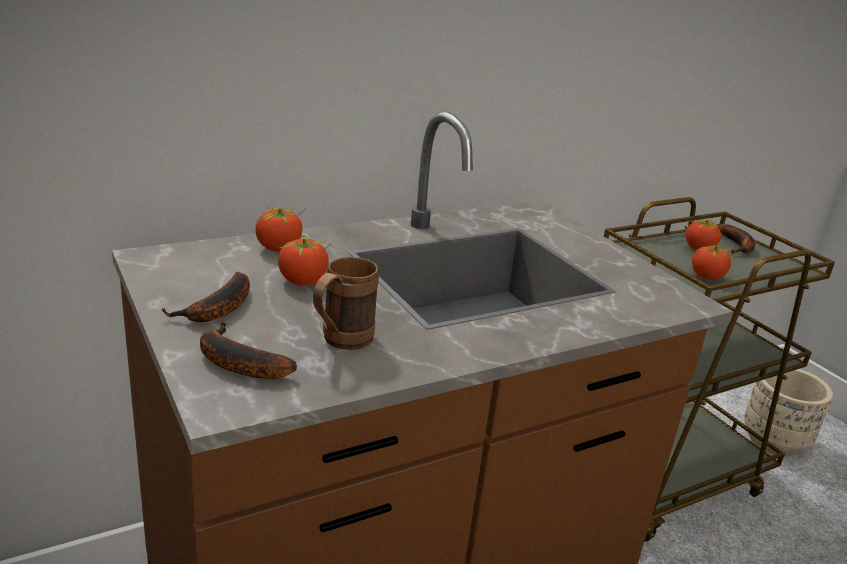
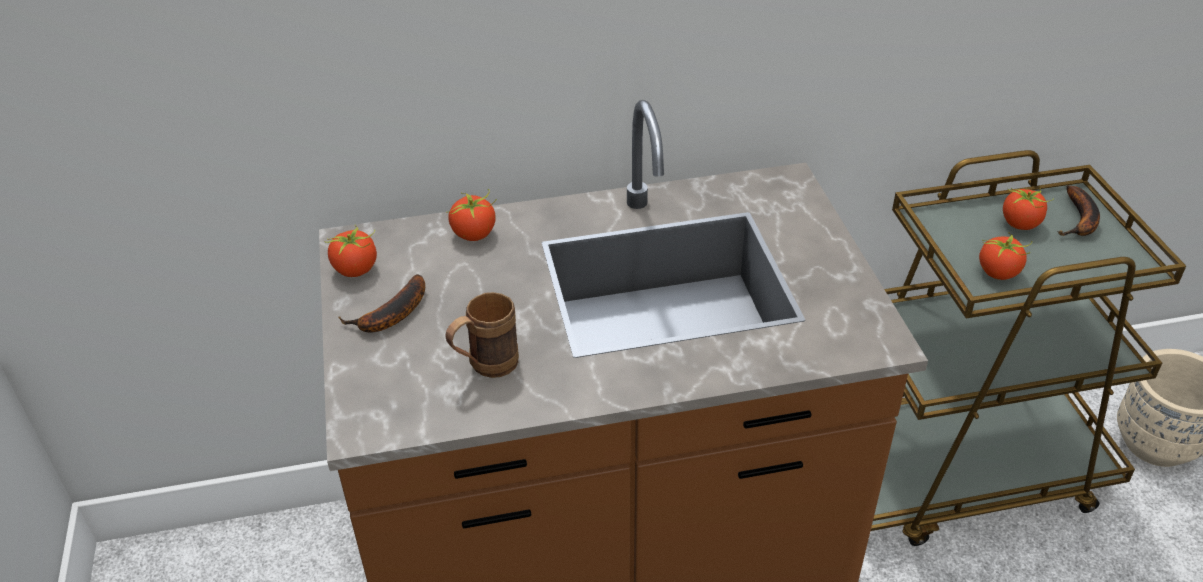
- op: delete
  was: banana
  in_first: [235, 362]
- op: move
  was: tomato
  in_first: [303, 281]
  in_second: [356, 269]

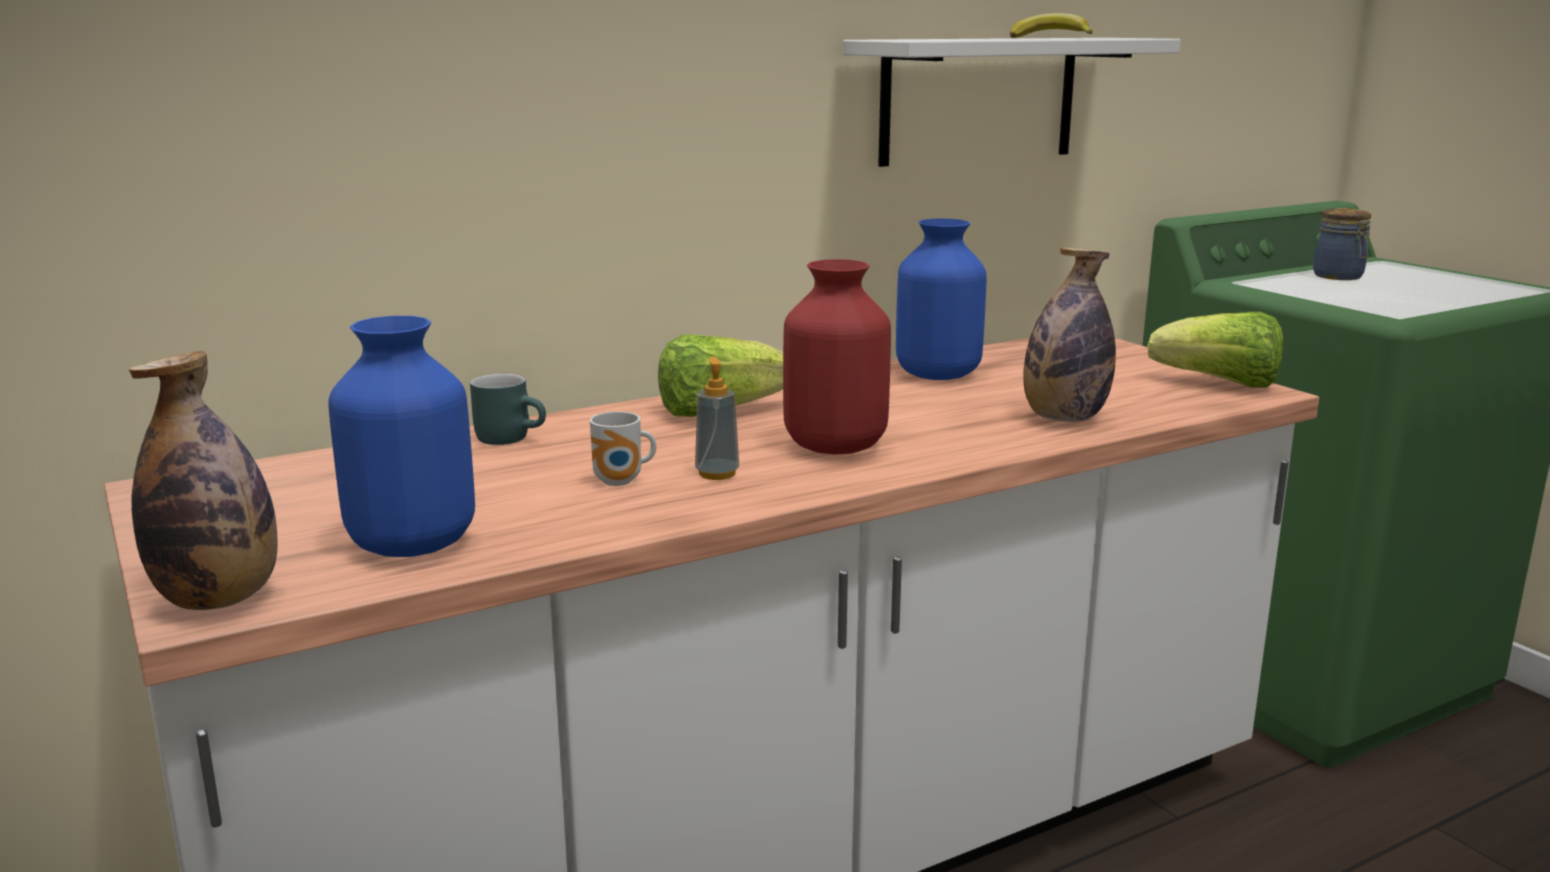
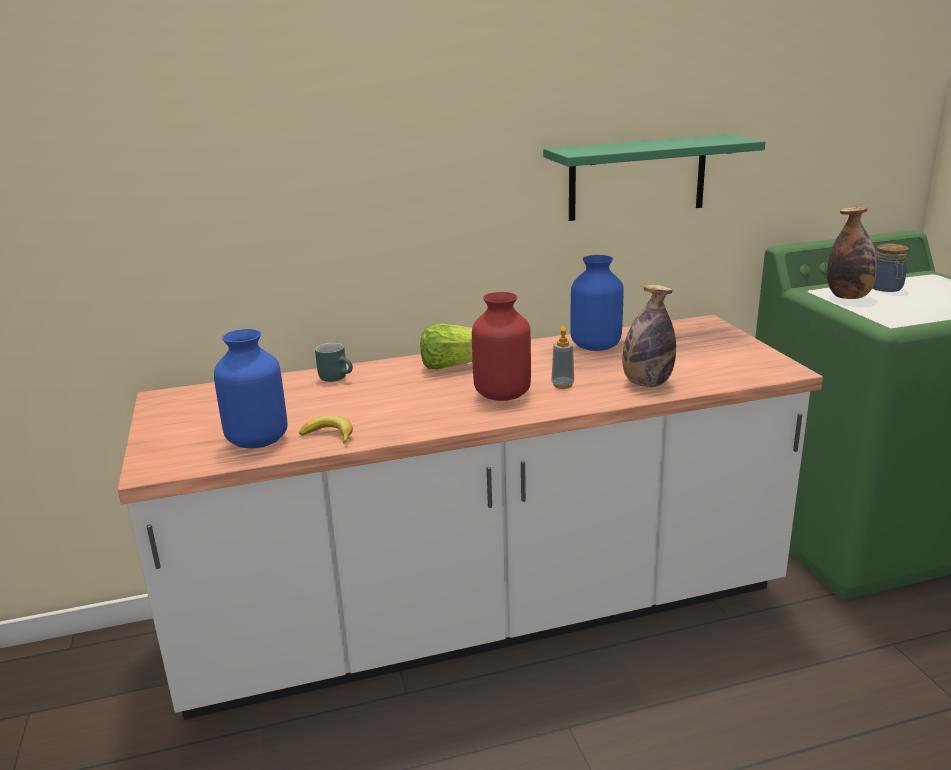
- op: move
  was: bottle
  in_first: [219, 599]
  in_second: [848, 297]
- op: delete
  was: mug
  in_first: [621, 482]
- op: move
  was: soap dispenser
  in_first: [717, 473]
  in_second: [562, 385]
- op: recolor
  was: white shelf
  now: green shelf
  in_first: [979, 100]
  in_second: [637, 178]
- op: move
  was: banana
  in_first: [1050, 37]
  in_second: [330, 435]
- op: delete
  was: lettuce
  in_first: [1219, 384]

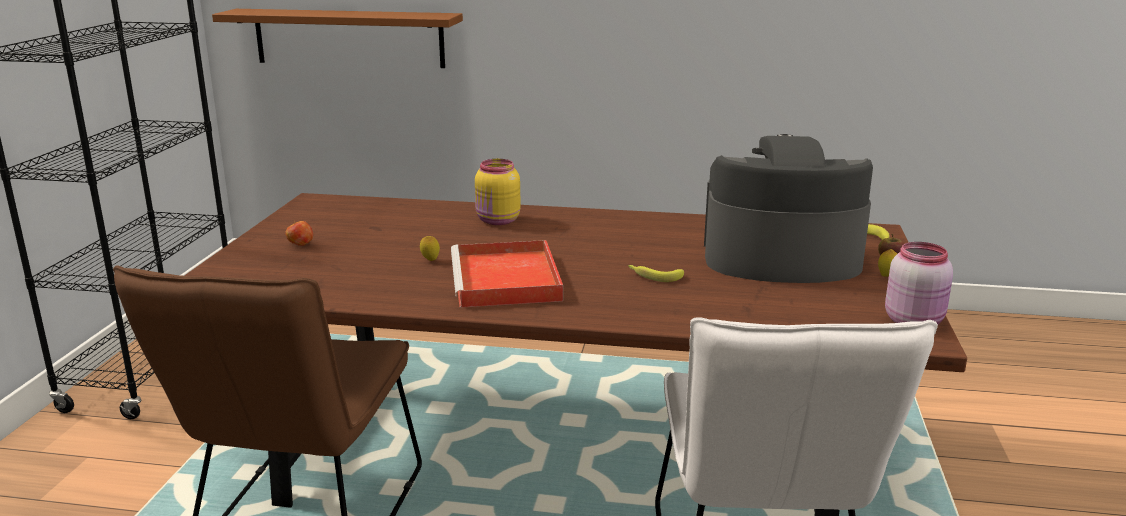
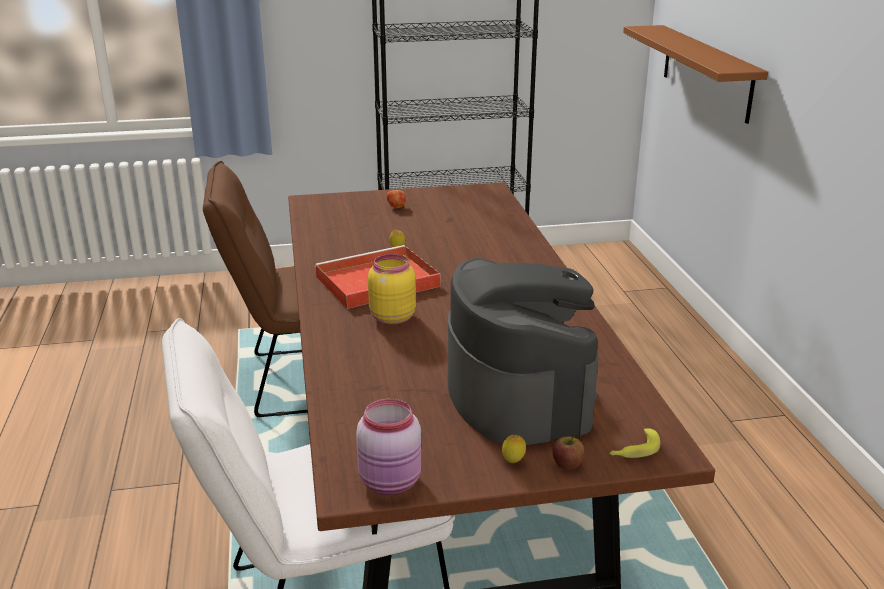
- op: move
  was: yellow jar
  in_first: [498, 221]
  in_second: [391, 317]
- op: delete
  was: banana
  in_first: [654, 276]

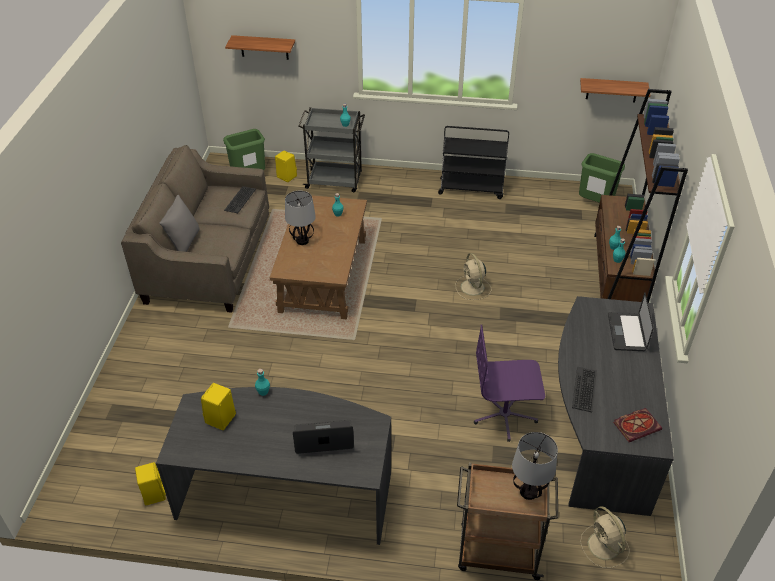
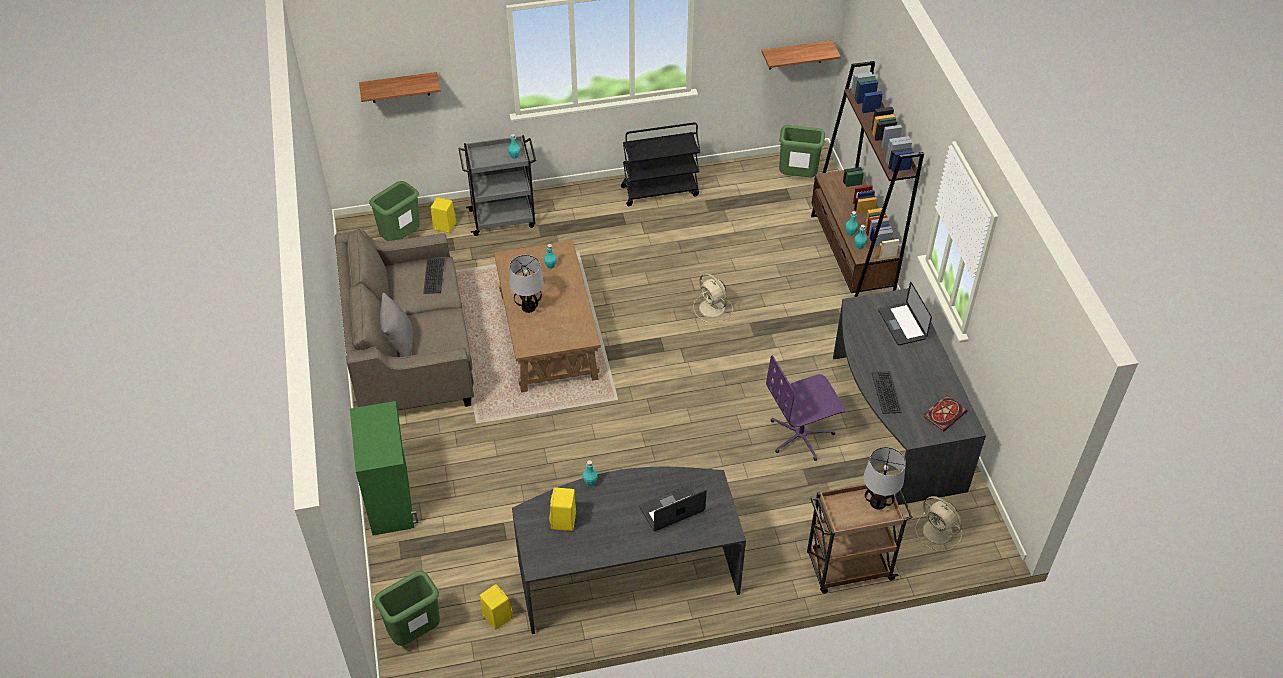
- op: insert
  now: green cabinet
  in_second: [391, 499]
- op: insert
  now: green trash can
  in_second: [415, 632]

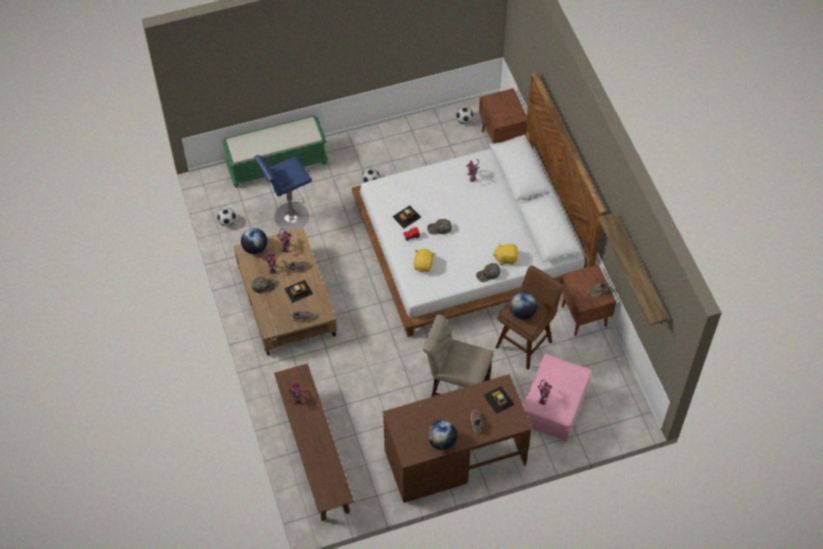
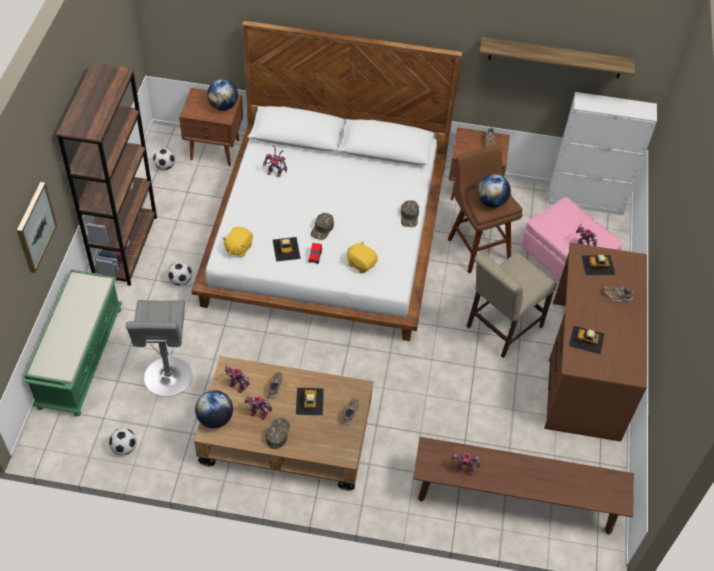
- op: recolor
  was: blue stool
  now: grey stool
  in_first: [289, 217]
  in_second: [168, 380]
- op: move
  was: globe
  in_first: [442, 441]
  in_second: [223, 106]
- op: move
  was: yellow plush toy
  in_first: [506, 258]
  in_second: [238, 248]
- op: insert
  now: picture
  in_second: [35, 227]
- op: insert
  now: brown bookcase
  in_second: [126, 247]
- op: insert
  now: white cabinet
  in_second: [586, 201]
- op: insert
  now: toy car
  in_second: [587, 340]

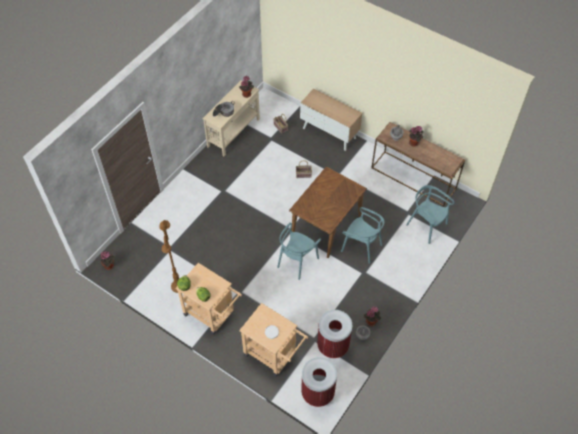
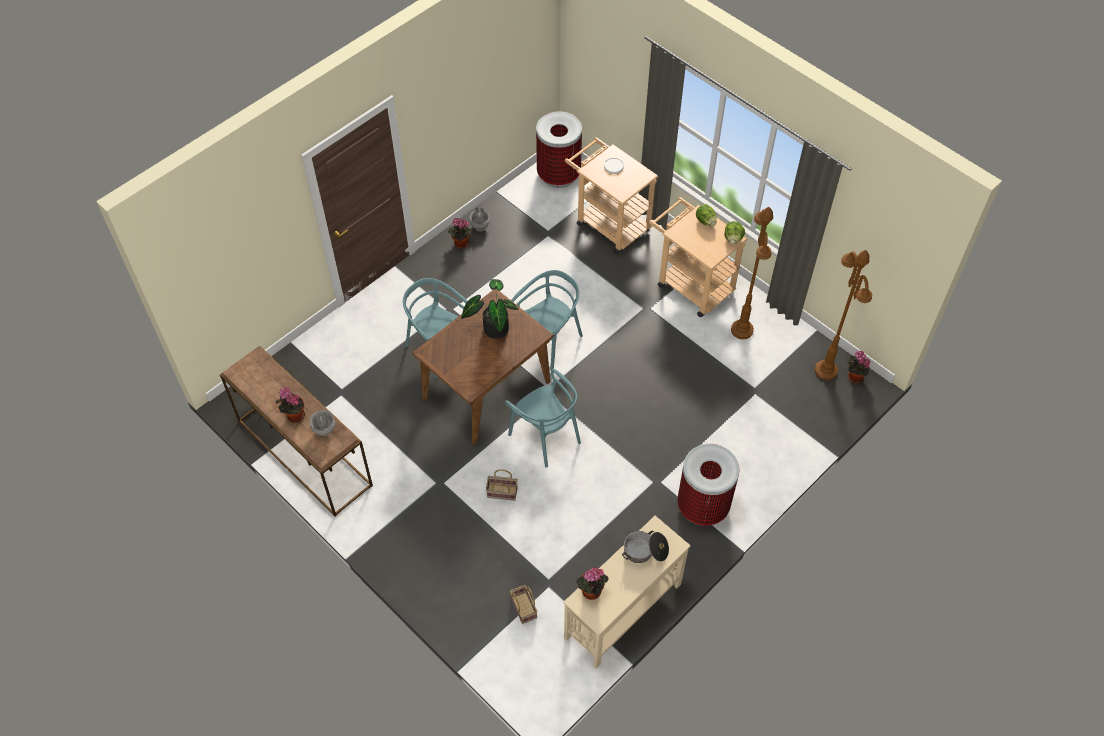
- op: delete
  was: cabinet
  in_first: [329, 133]
- op: move
  was: trash can
  in_first: [333, 345]
  in_second: [702, 506]
- op: move
  was: turquoise chair
  in_first: [426, 225]
  in_second: [545, 436]
- op: insert
  now: potted plant
  in_second: [493, 327]
- op: insert
  now: brown floor lamp
  in_second: [826, 371]

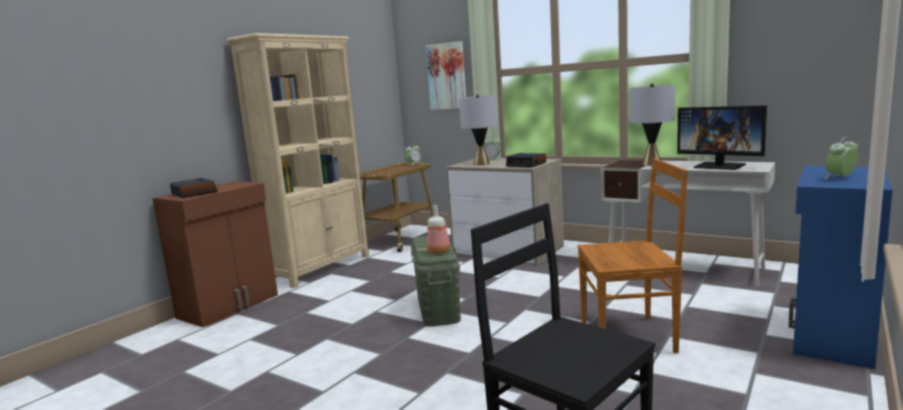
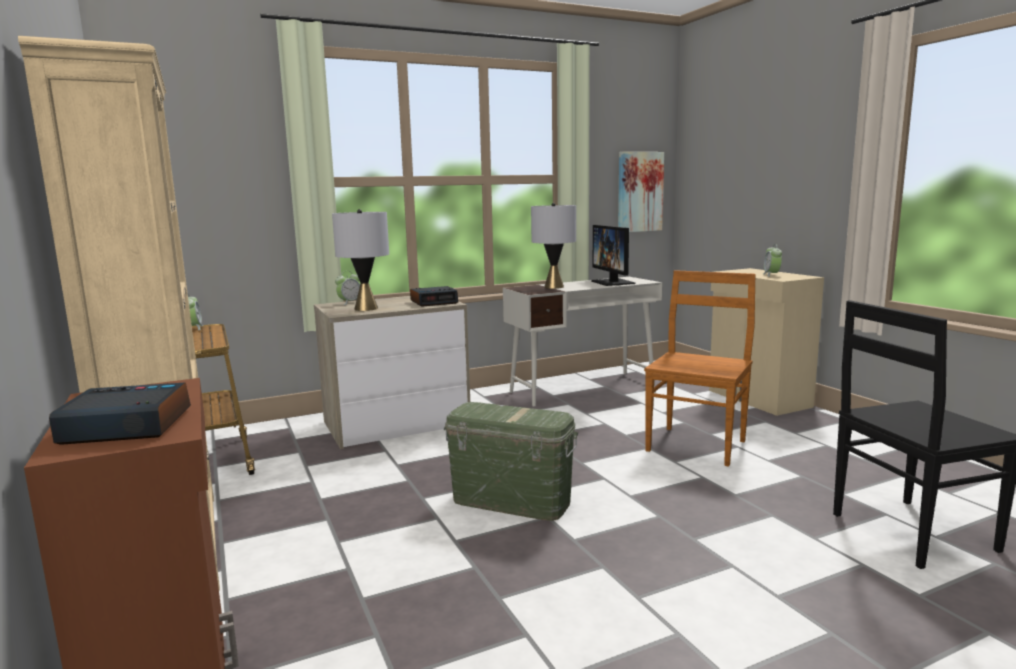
- op: move
  was: picture
  in_first: [447, 76]
  in_second: [639, 192]
- op: delete
  was: bottle
  in_first: [439, 252]
- op: rotate
  was: monitor
  in_first: [720, 166]
  in_second: [613, 282]
  clockwise: 90
- op: recolor
  was: blue cabinet
  now: beige cabinet
  in_first: [830, 335]
  in_second: [758, 399]

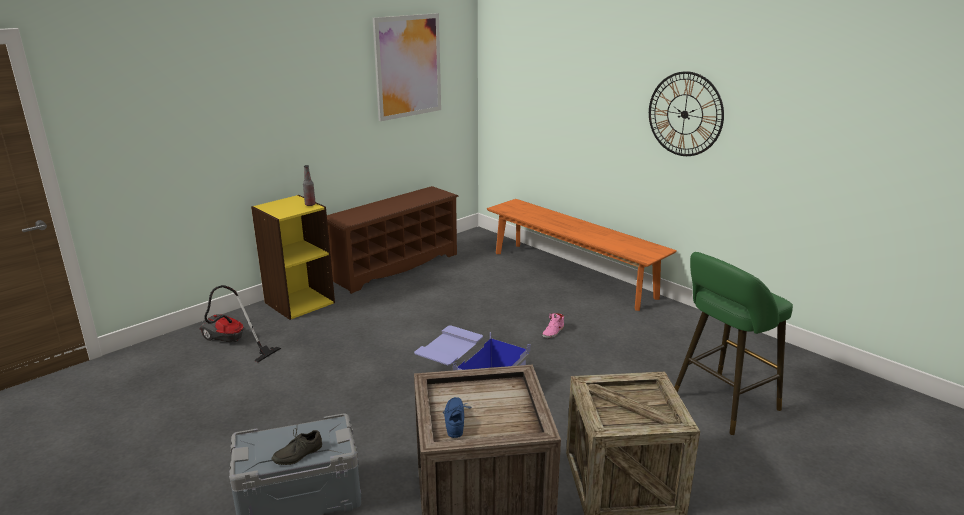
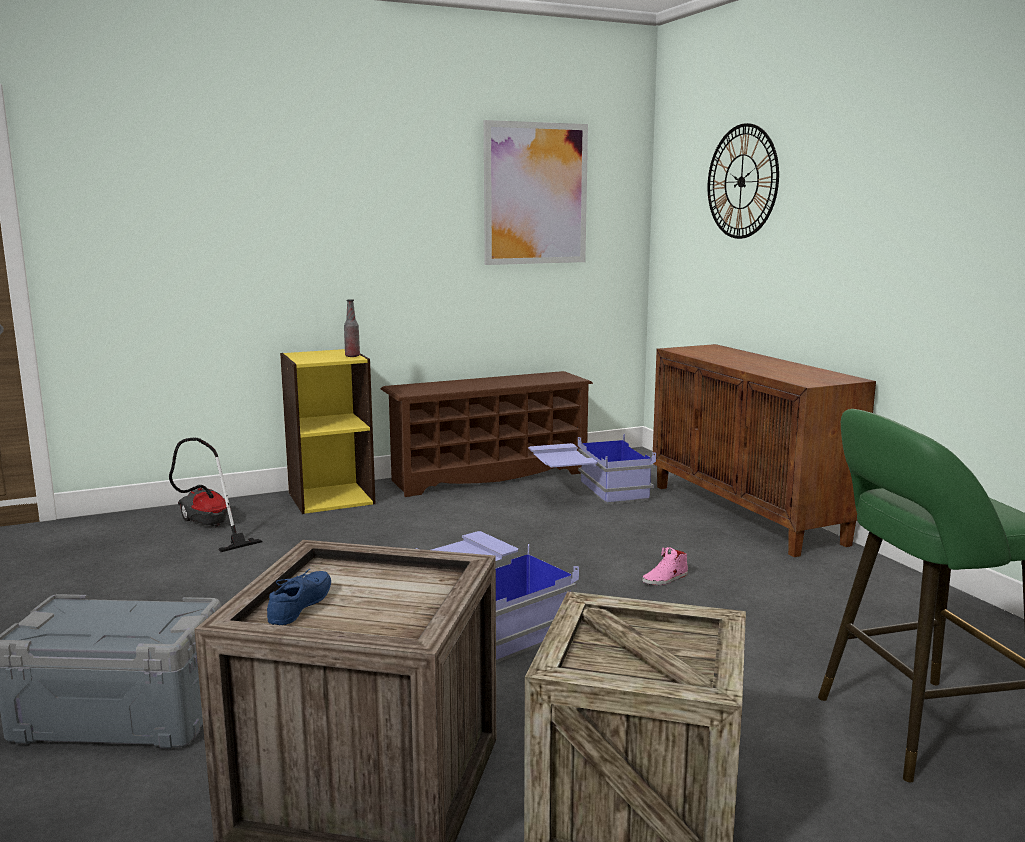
- op: delete
  was: grey shoe
  in_first: [297, 454]
- op: replace
  was: orange bench
  now: brown cabinet
  in_first: [571, 274]
  in_second: [747, 514]
- op: move
  was: wall clock
  in_first: [685, 114]
  in_second: [741, 181]
- op: insert
  now: blue storage box
  in_second: [588, 494]

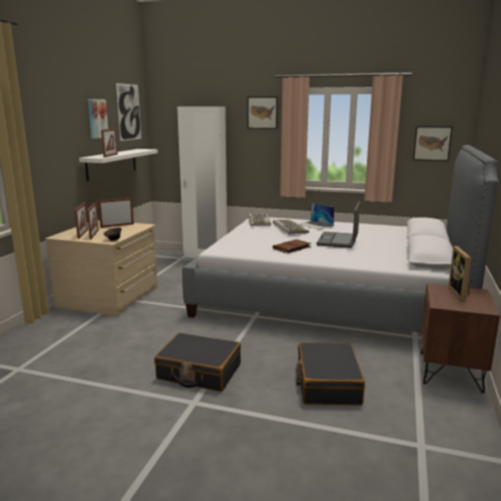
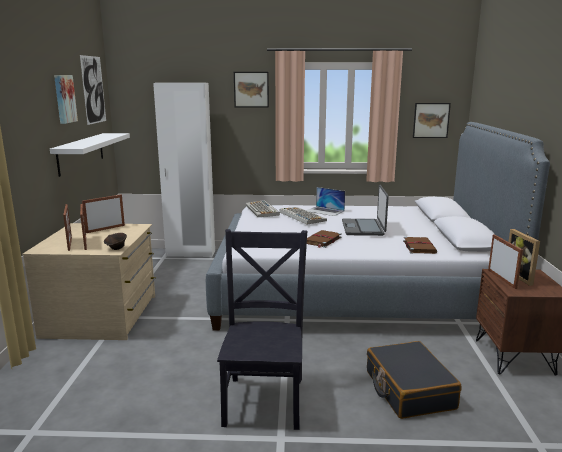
- op: move
  was: picture frame
  in_first: [110, 156]
  in_second: [501, 279]
- op: replace
  was: black suitcase
  now: black chair
  in_first: [199, 372]
  in_second: [264, 398]
- op: insert
  now: brown book
  in_second: [419, 247]

